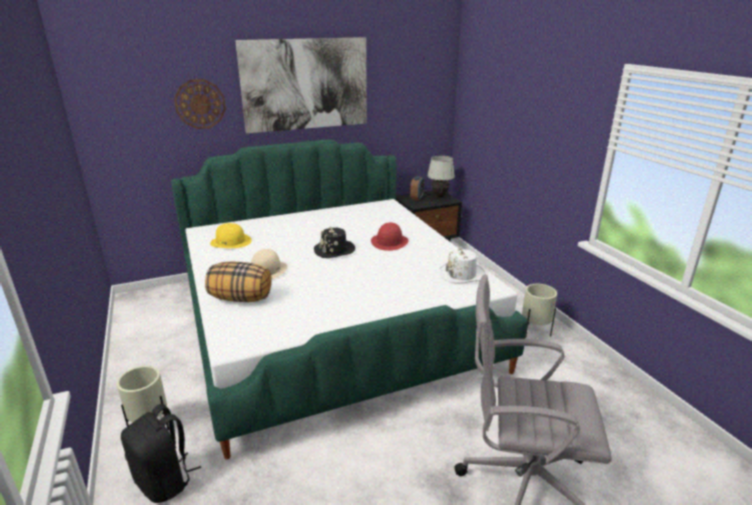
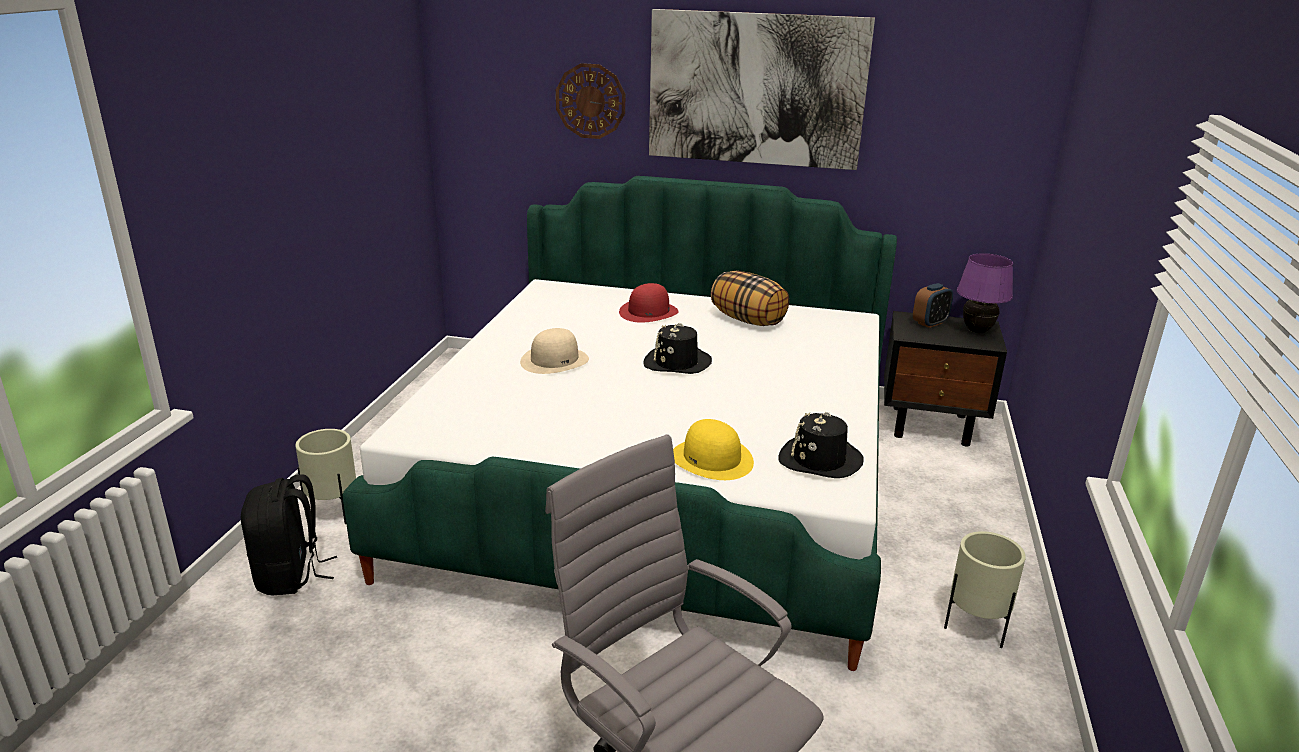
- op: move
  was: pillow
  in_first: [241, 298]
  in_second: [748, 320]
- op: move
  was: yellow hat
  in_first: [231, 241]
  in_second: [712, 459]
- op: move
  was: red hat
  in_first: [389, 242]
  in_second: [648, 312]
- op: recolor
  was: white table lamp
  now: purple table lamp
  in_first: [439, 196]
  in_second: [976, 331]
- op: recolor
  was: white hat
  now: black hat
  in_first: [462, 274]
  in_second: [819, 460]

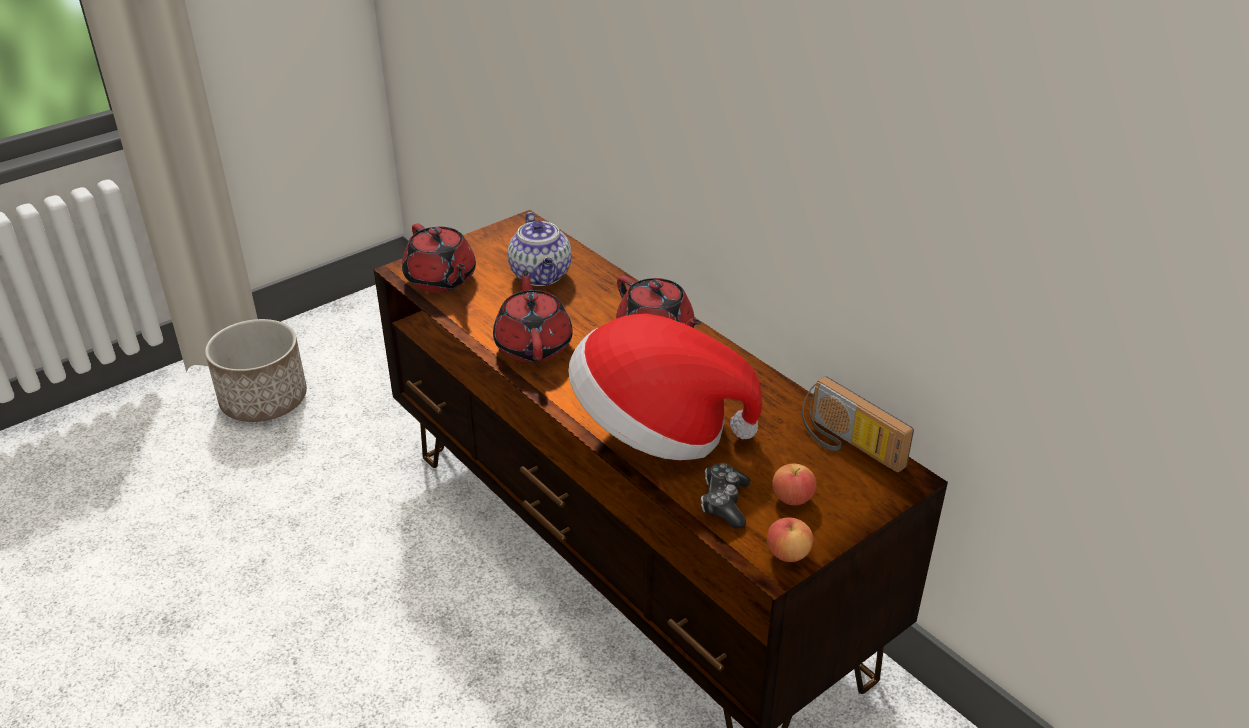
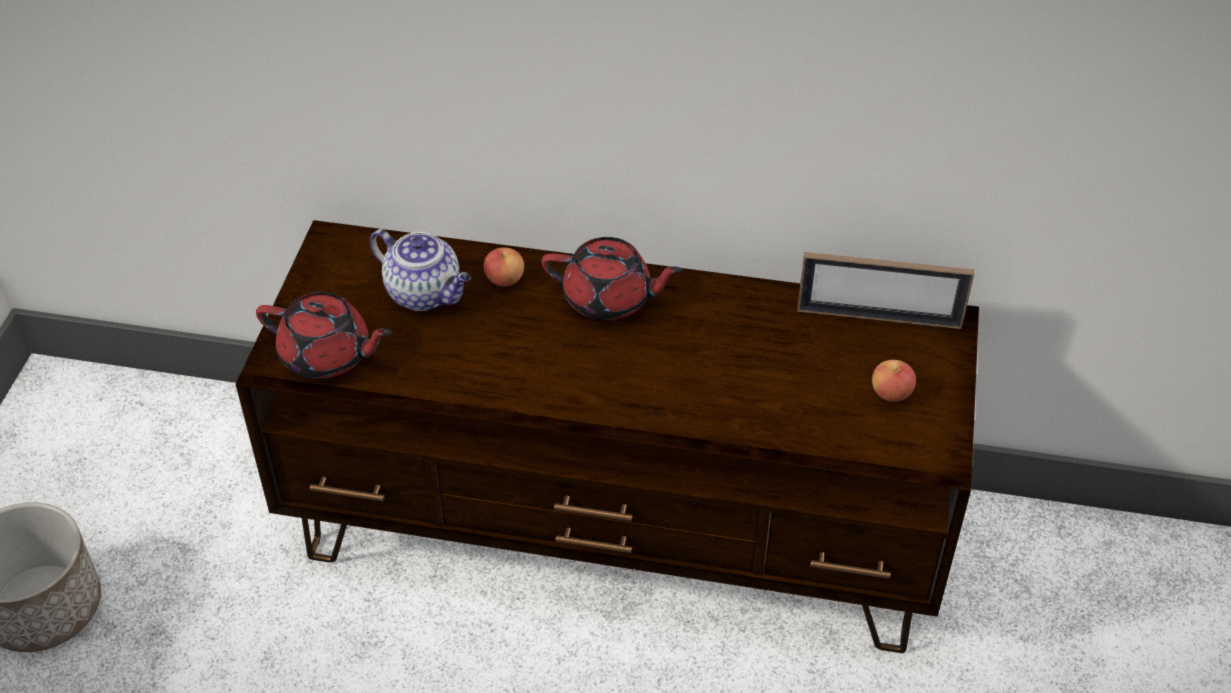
- op: delete
  was: red teapot
  in_first: [533, 345]
- op: delete
  was: hat
  in_first: [656, 430]
- op: delete
  was: game controller
  in_first: [724, 502]
- op: move
  was: apple
  in_first: [788, 553]
  in_second: [504, 279]
- op: replace
  was: radio
  now: picture frame
  in_first: [847, 445]
  in_second: [879, 317]

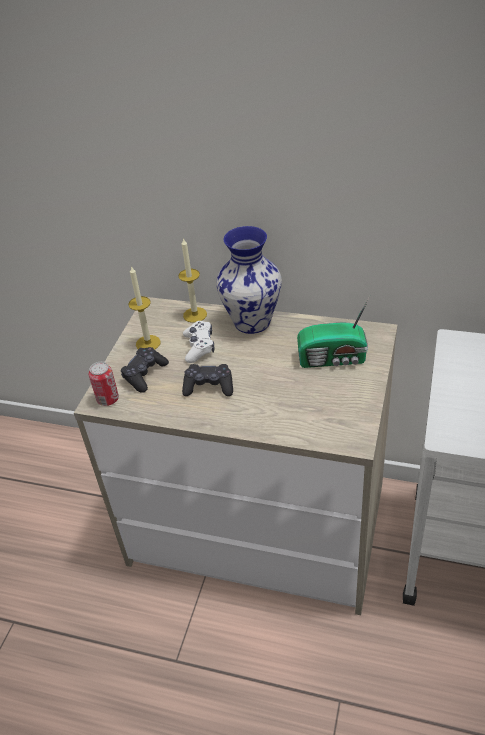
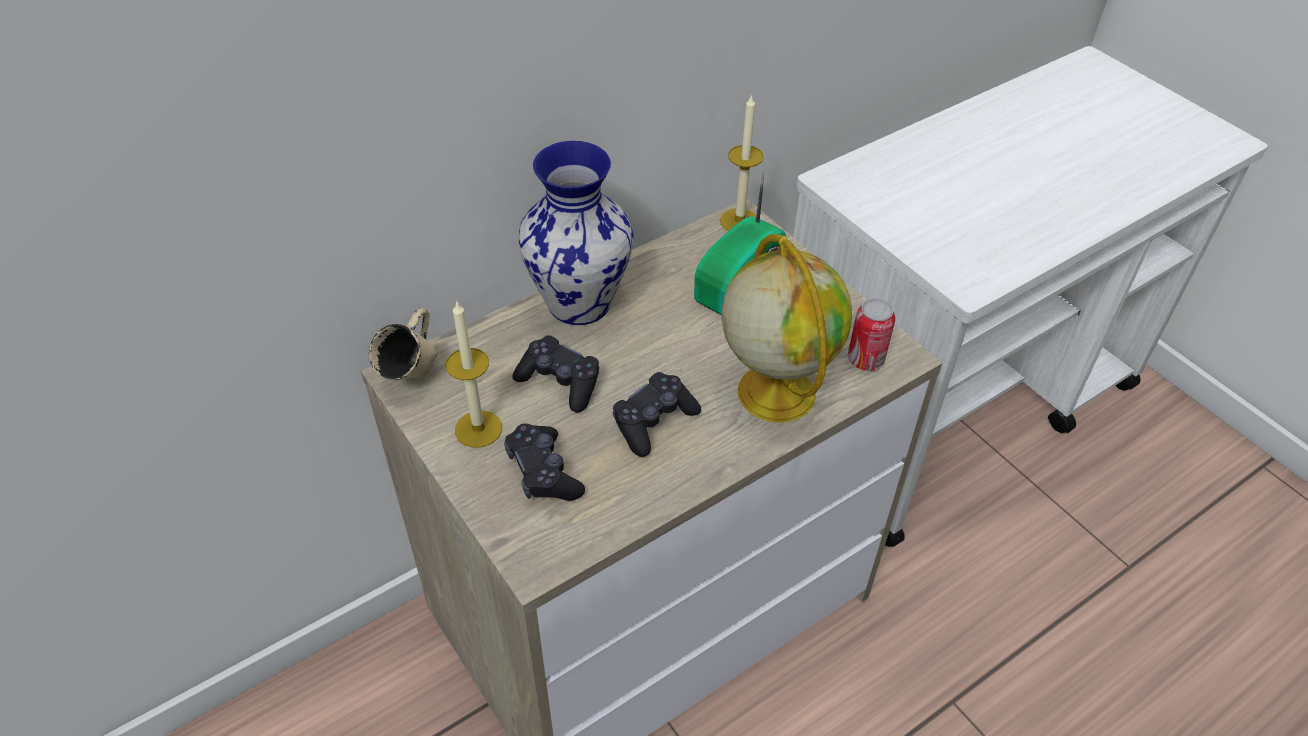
- op: move
  was: can
  in_first: [108, 399]
  in_second: [865, 360]
- op: move
  was: candle
  in_first: [195, 315]
  in_second: [739, 221]
- op: recolor
  was: white game controller
  now: black game controller
  in_first: [199, 347]
  in_second: [560, 382]
- op: insert
  now: beige mug
  in_second: [413, 378]
- op: insert
  now: globe
  in_second: [774, 391]

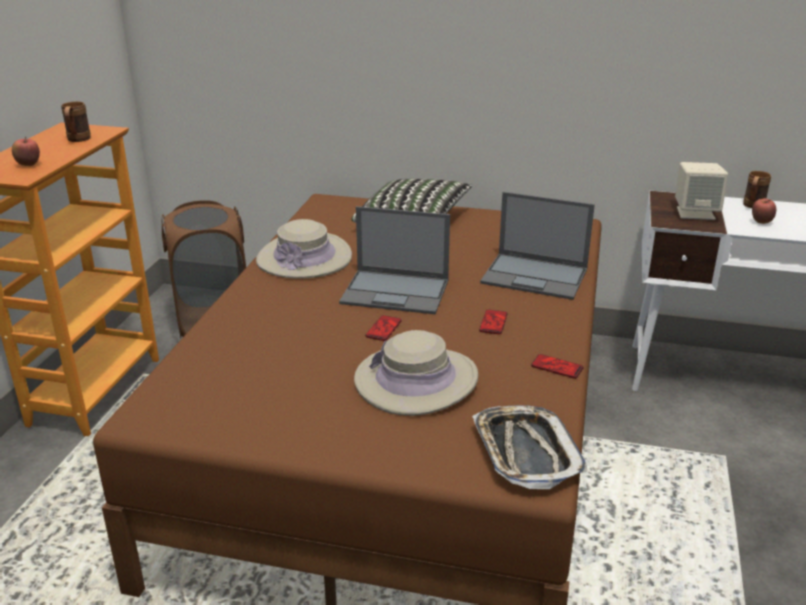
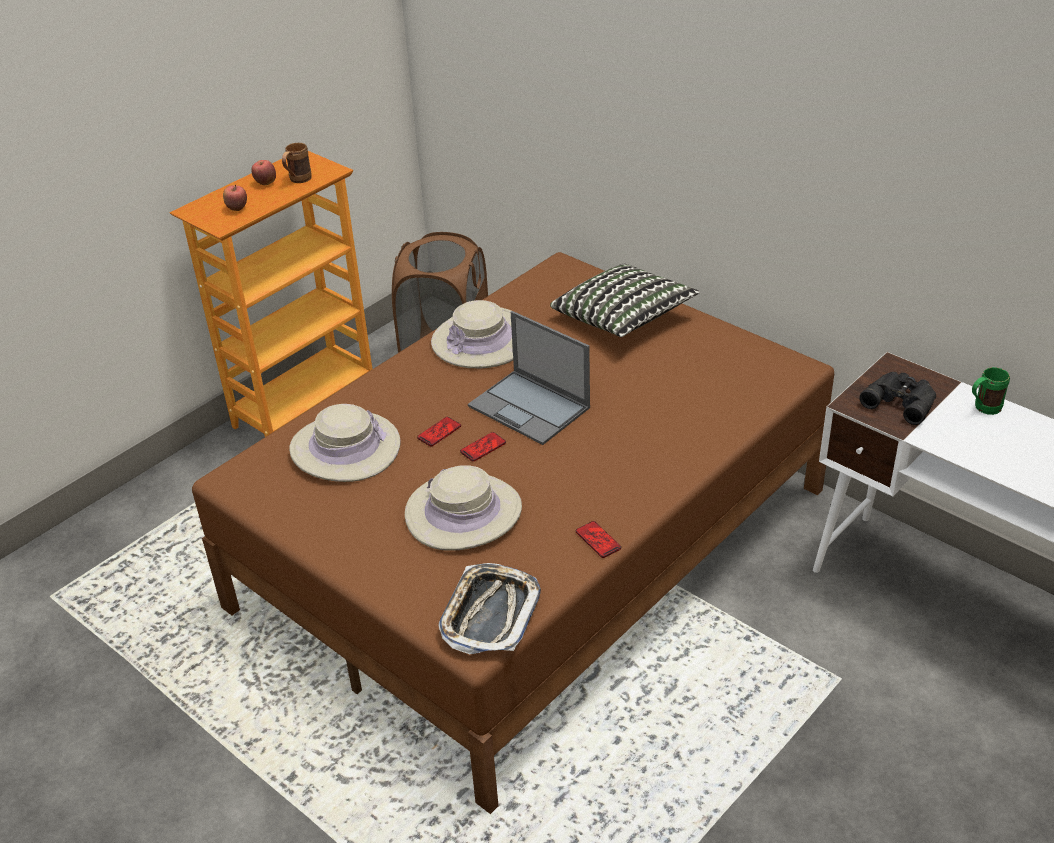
- op: move
  was: phone
  in_first: [493, 322]
  in_second: [439, 432]
- op: delete
  was: laptop
  in_first: [536, 276]
- op: replace
  was: beige speaker
  now: black binoculars
  in_first: [695, 213]
  in_second: [901, 400]
- op: recolor
  was: brown mug
  now: green mug
  in_first: [752, 206]
  in_second: [983, 409]
- op: move
  was: apple
  in_first: [761, 222]
  in_second: [265, 183]
- op: insert
  now: beige hat
  in_second: [345, 448]

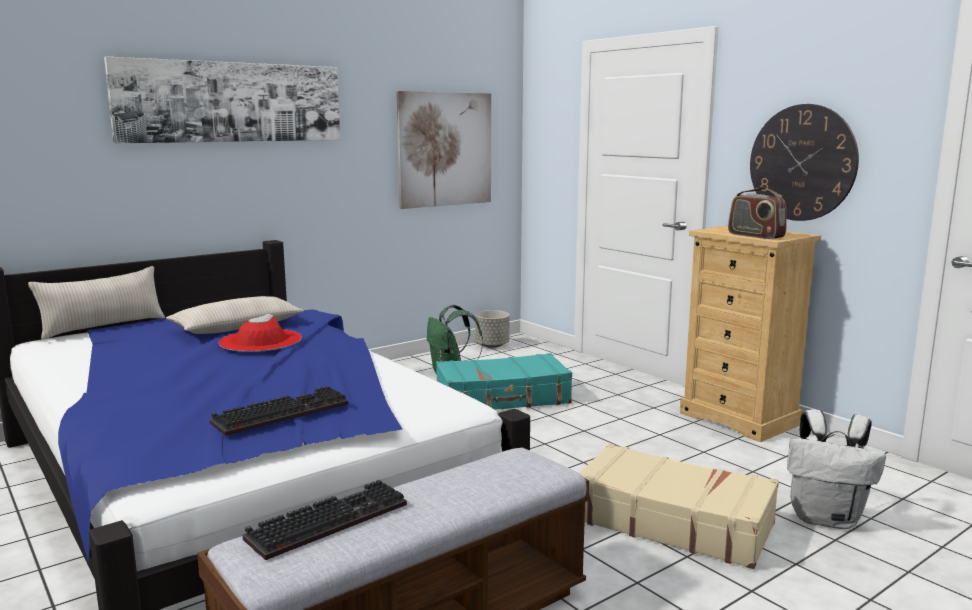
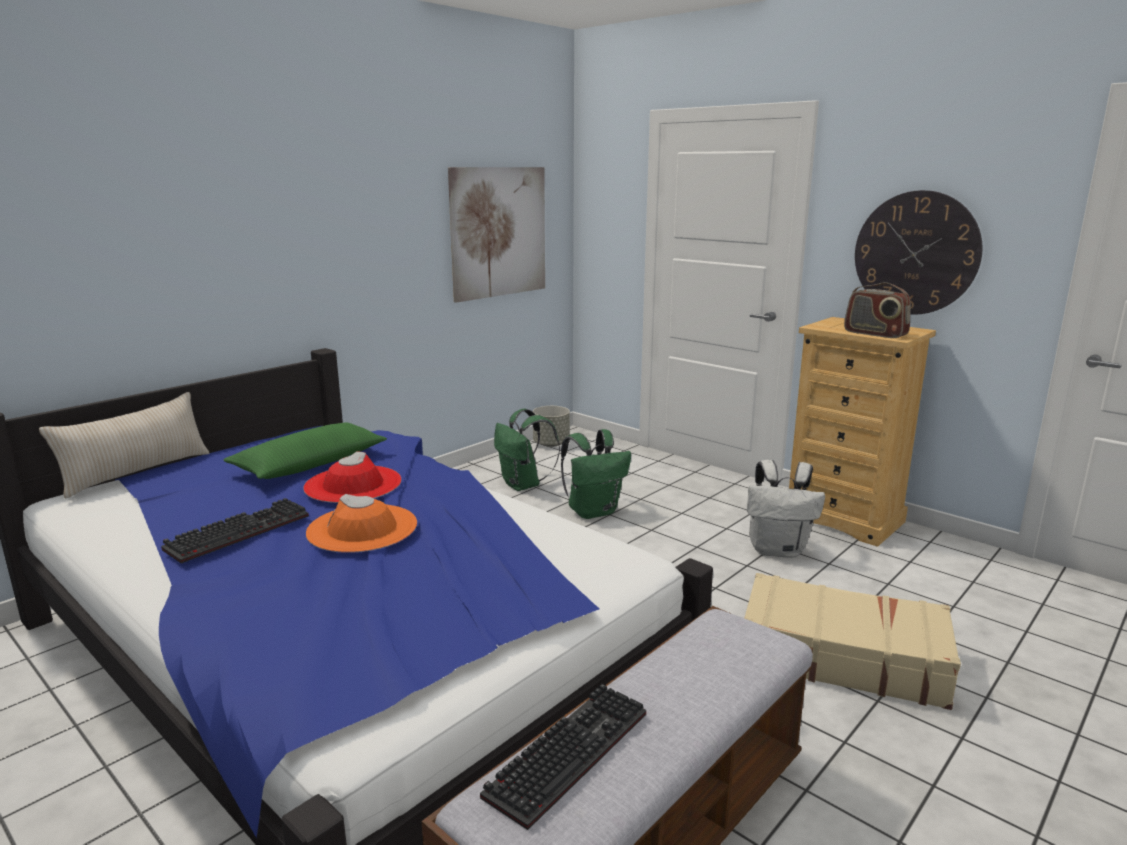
- op: delete
  was: picture
  in_first: [232, 102]
- op: recolor
  was: beige pillow
  now: green pillow
  in_first: [237, 328]
  in_second: [310, 464]
- op: move
  was: keyboard
  in_first: [282, 412]
  in_second: [239, 531]
- op: replace
  was: turquoise suitcase
  now: green backpack
  in_first: [503, 398]
  in_second: [593, 511]
- op: move
  was: white backpack
  in_first: [826, 518]
  in_second: [778, 550]
- op: insert
  now: orange hat
  in_second: [362, 528]

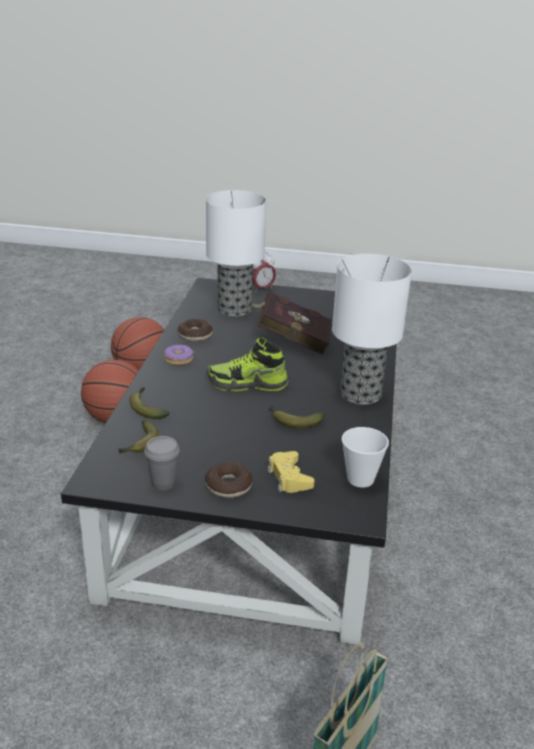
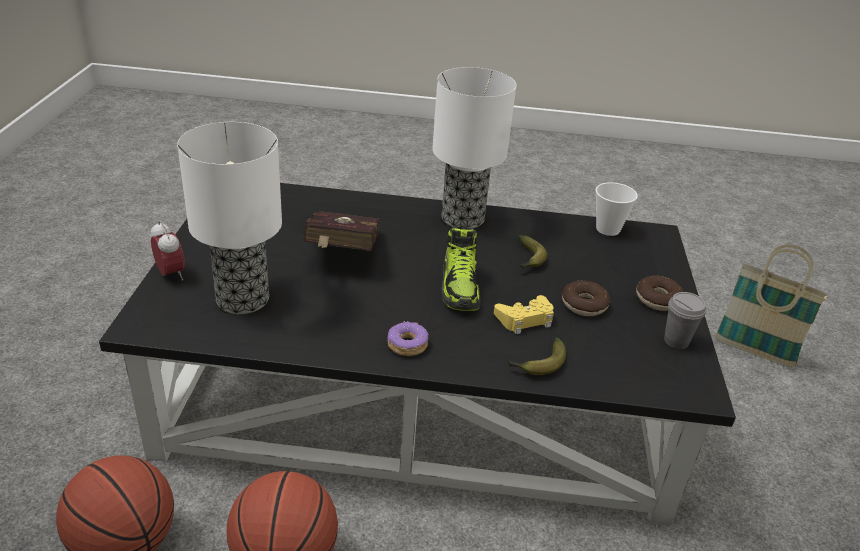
- op: delete
  was: banana
  in_first: [140, 444]
- op: move
  was: donut
  in_first: [195, 335]
  in_second: [584, 305]
- op: move
  was: yellow game controller
  in_first: [289, 477]
  in_second: [525, 319]

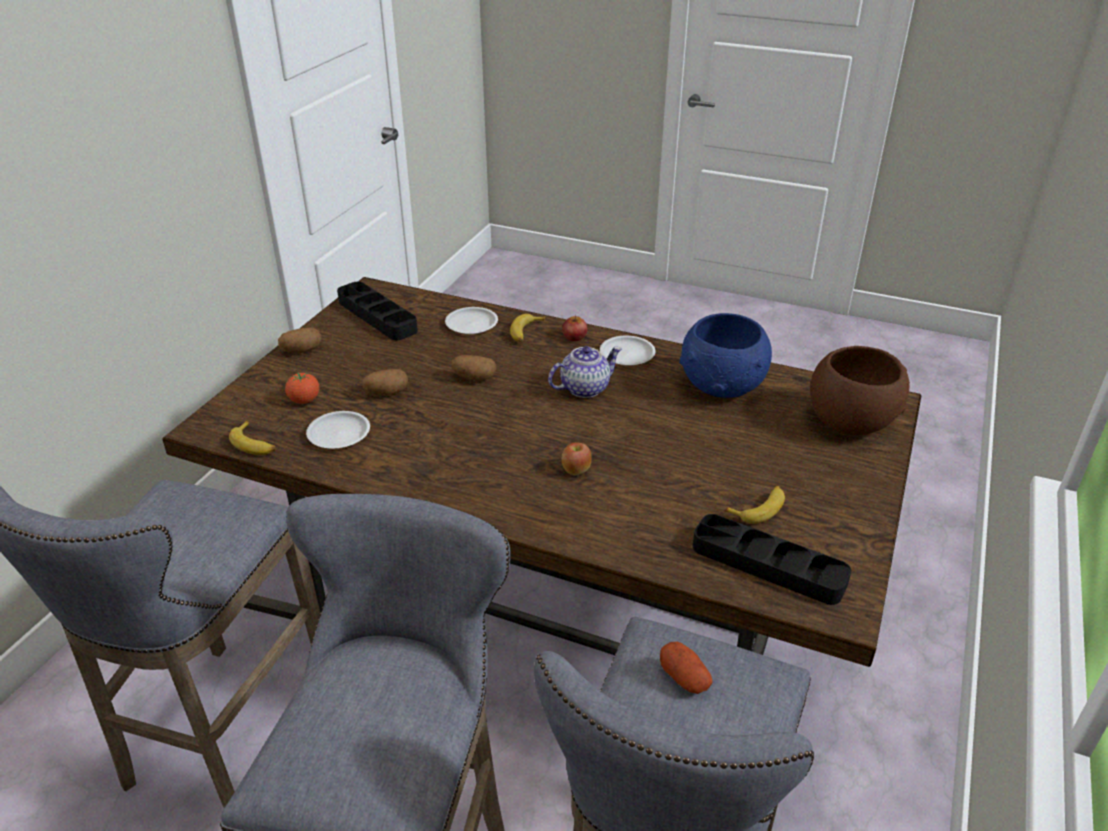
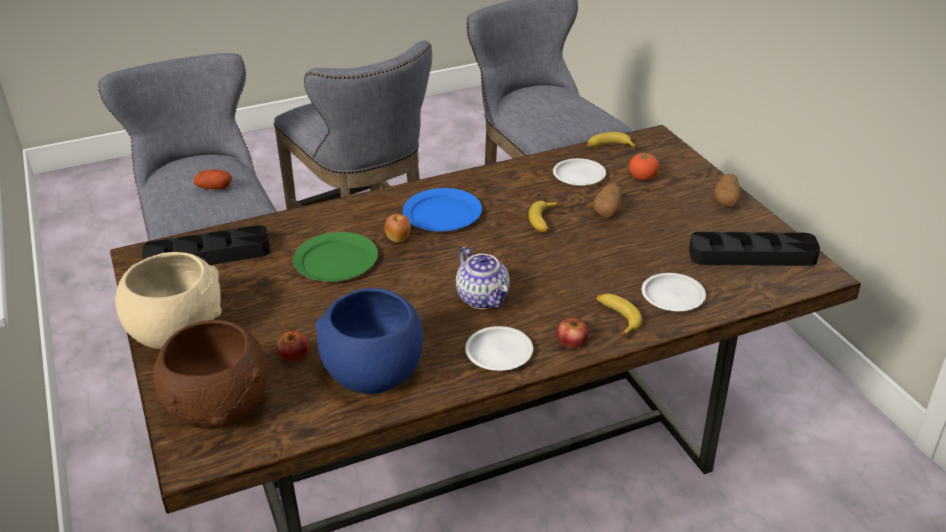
- op: delete
  was: potato
  in_first: [474, 378]
- op: rotate
  was: teapot
  in_first: [585, 388]
  in_second: [484, 298]
  clockwise: -45
- op: move
  was: banana
  in_first: [759, 508]
  in_second: [544, 221]
- op: insert
  now: beige bowl
  in_second: [176, 330]
- op: insert
  now: apple
  in_second: [294, 354]
- op: insert
  now: green plate
  in_second: [336, 260]
- op: insert
  now: blue plate
  in_second: [442, 213]

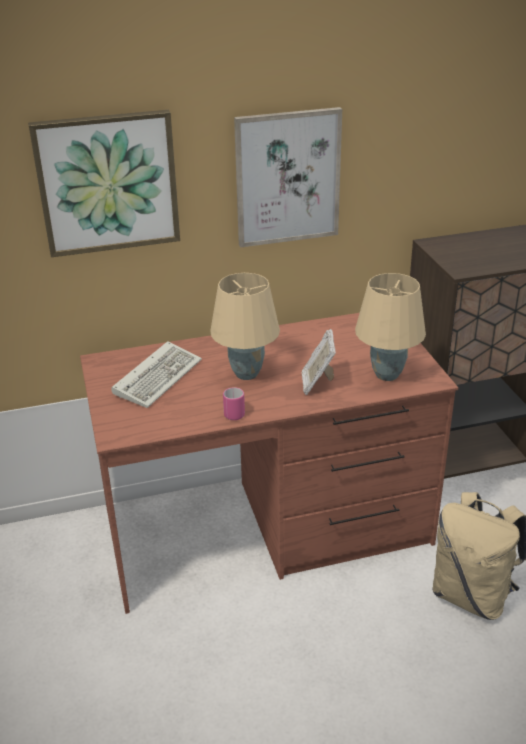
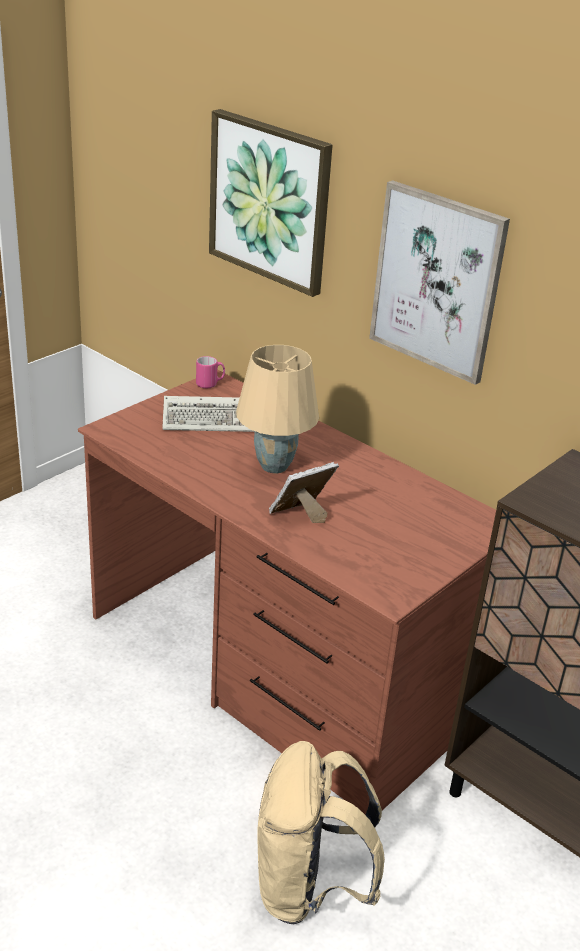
- op: move
  was: pink mug
  in_first: [235, 413]
  in_second: [210, 384]
- op: delete
  was: beige table lamp
  in_first: [386, 374]

